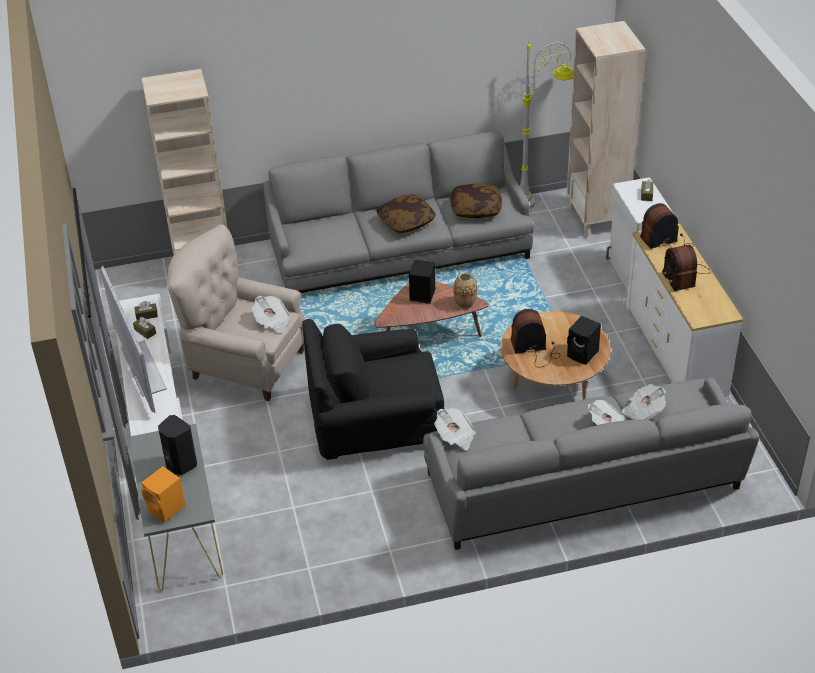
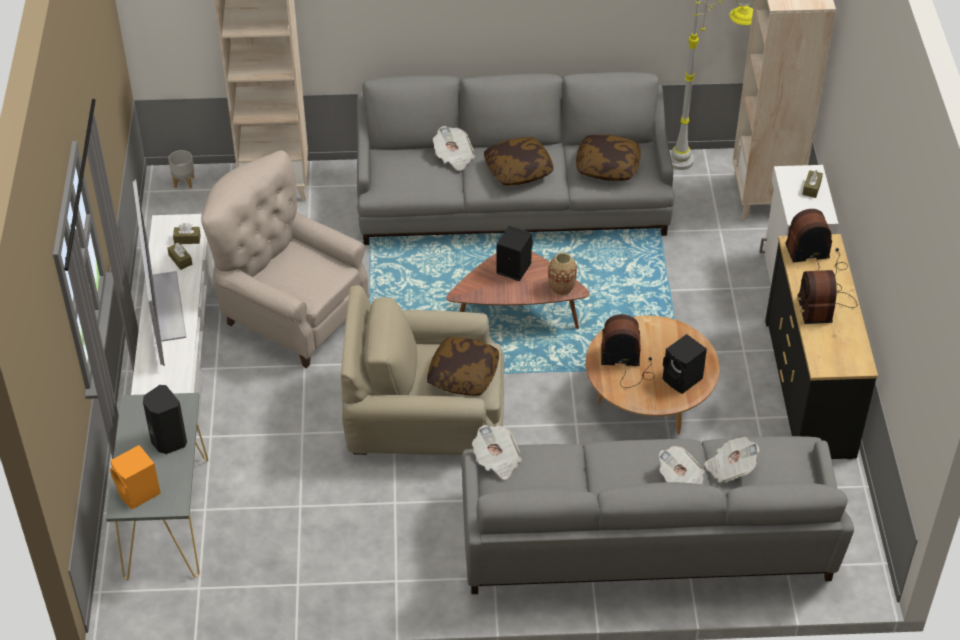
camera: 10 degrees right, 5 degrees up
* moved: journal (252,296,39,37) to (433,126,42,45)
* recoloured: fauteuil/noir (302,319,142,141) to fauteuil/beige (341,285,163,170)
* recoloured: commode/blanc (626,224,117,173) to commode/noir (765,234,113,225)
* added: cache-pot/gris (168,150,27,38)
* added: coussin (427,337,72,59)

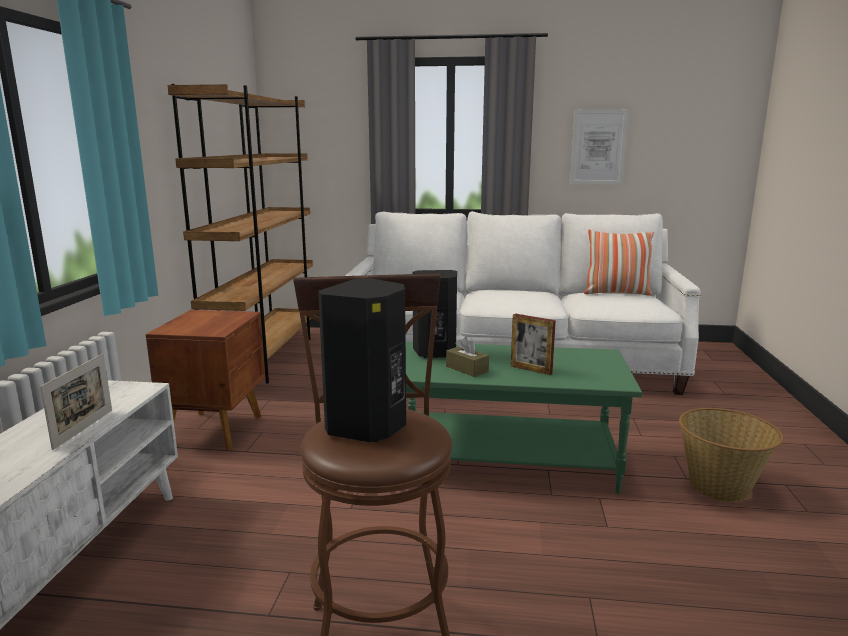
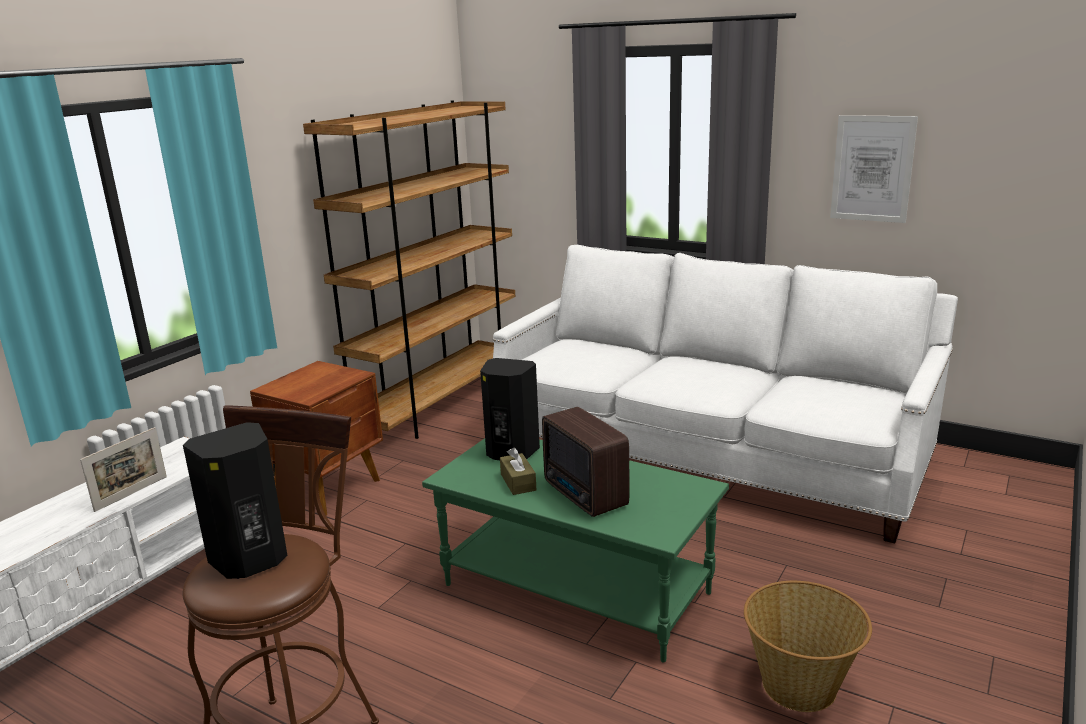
camera: 25 degrees right, 5 degrees up
* replaced: cadre photo (511,313,45,62) to radio (542,407,87,110)
* removed: coussin (584,229,70,67)

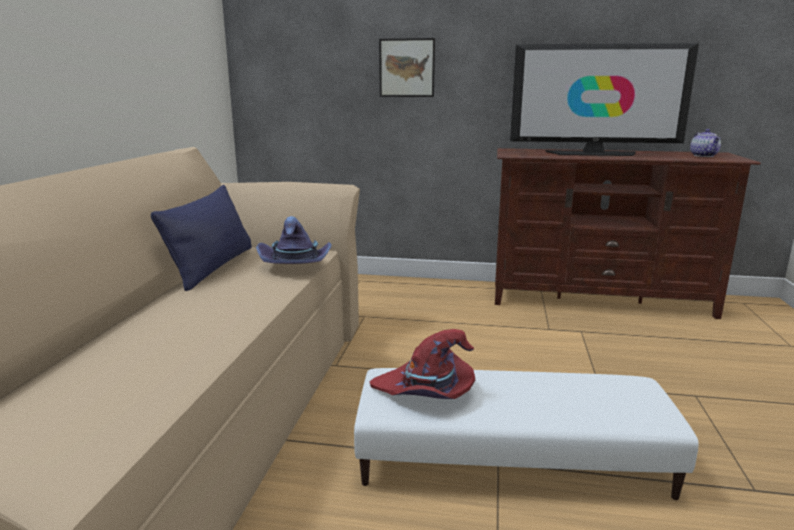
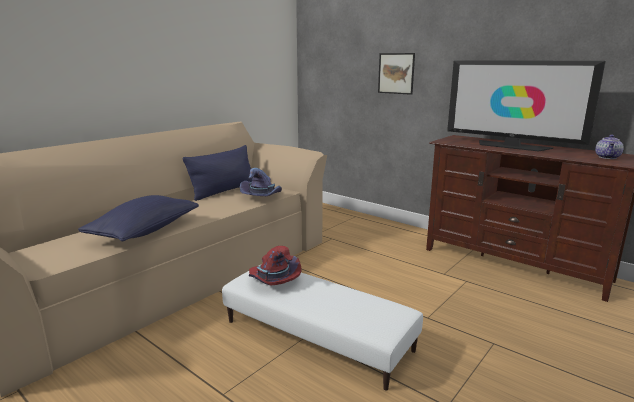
camera: 30 degrees right, 0 degrees up
* added: coussin/bleu (78,195,121,46)

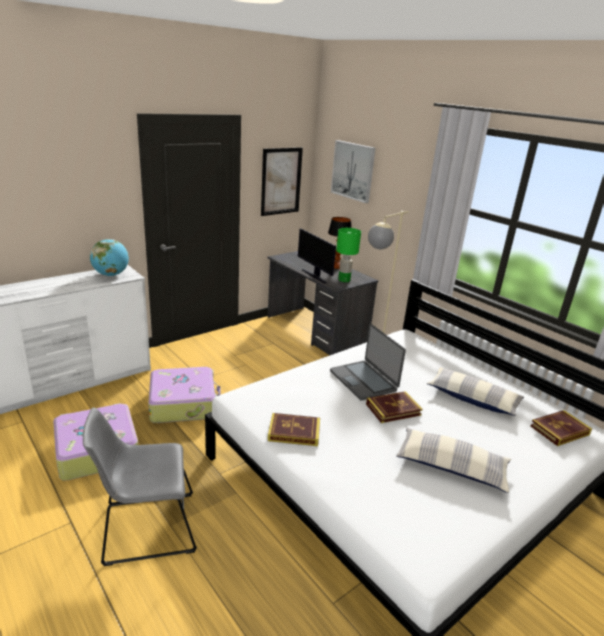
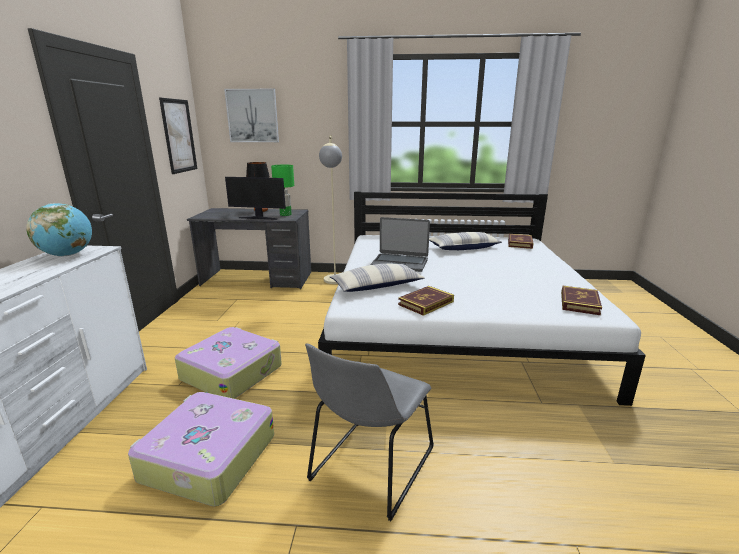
camera: 45 degrees left, 5 degrees down
* moved: livre (366,391,57,32) to (561,286,41,29)
* moved: coussin (396,428,115,65) to (330,264,95,28)

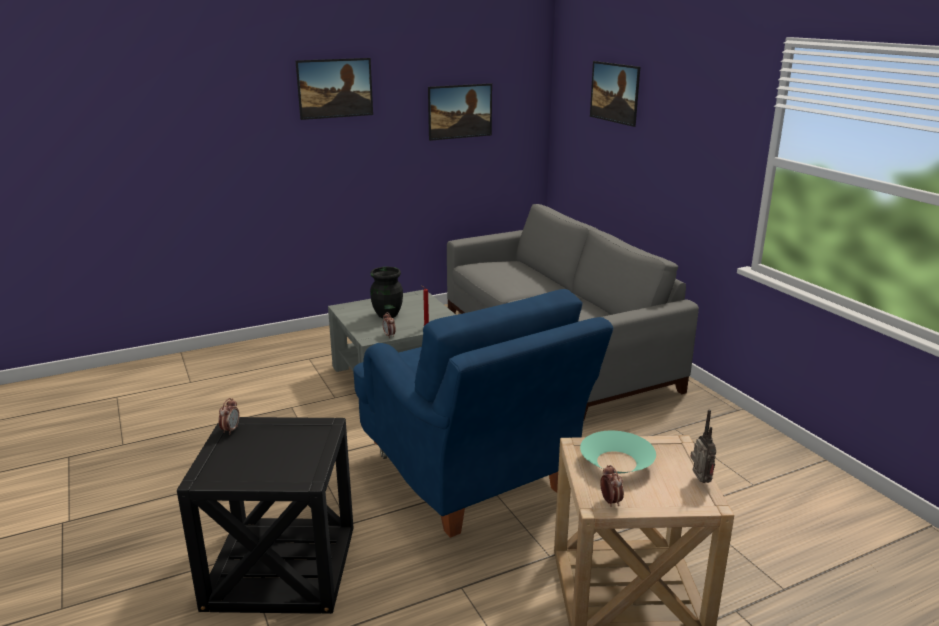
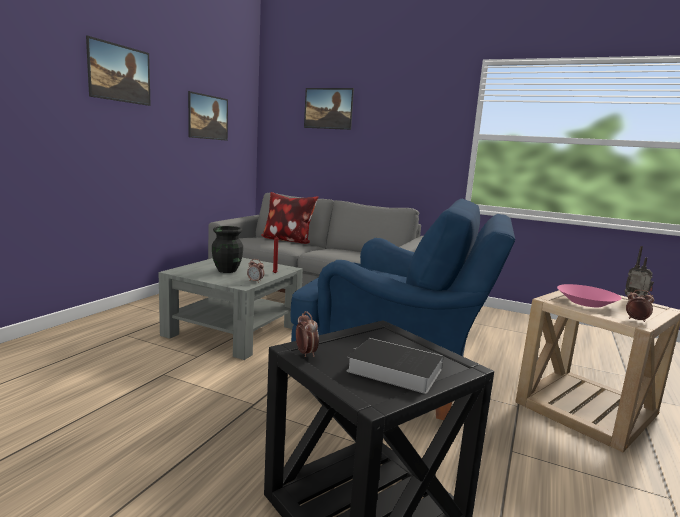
camera: 40 degrees left, 10 degrees down
* recoloured: bol/turquoise (580,431,76,42) to bol/rose (557,284,64,23)
* added: coussin (261,192,57,52)
* added: livre (347,338,97,56)

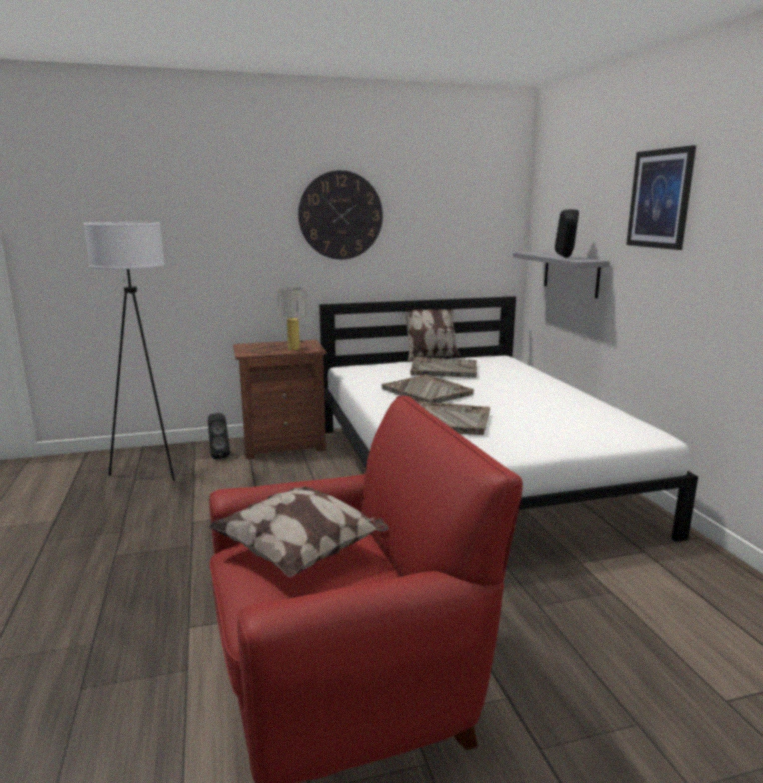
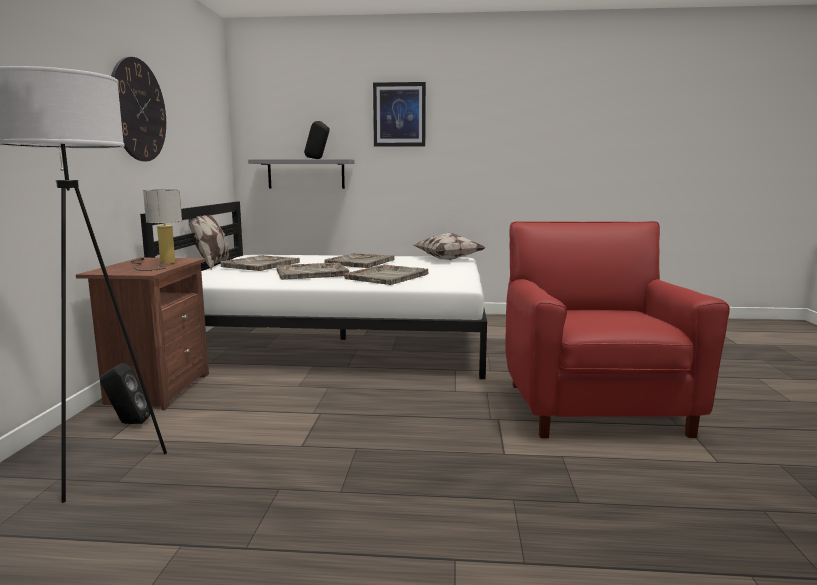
camera: 70 degrees left, 5 degrees down
* moved: coussin (207,487,182,90) to (414,233,71,27)
* added: plateau/gris (325,253,69,15)

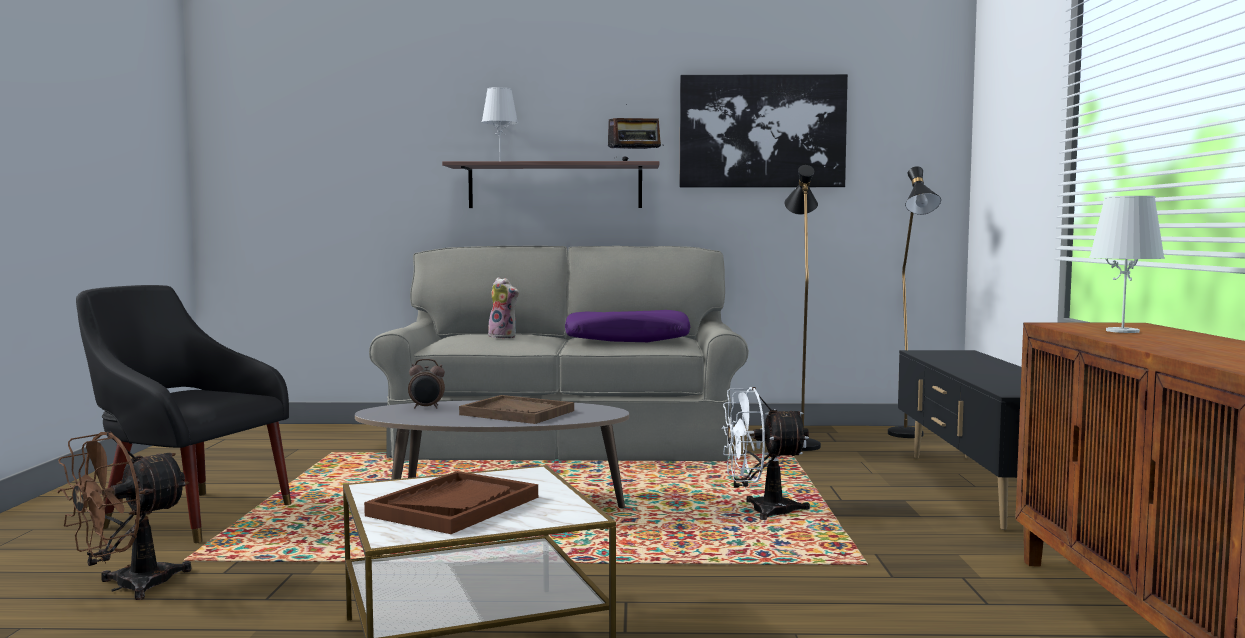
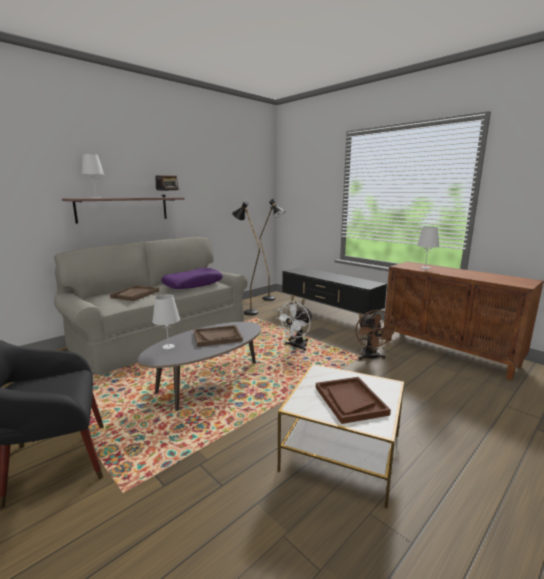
camera: 45 degrees left, 10 degrees up
* moved: ventilateur/marron (57,432,135,168) to (356,310,42,50)
* replaced: réveil (408,359,37,50) to lampe de table/blanc (152,294,28,56)
* replaced: peluche (487,277,32,61) to plateau/marron (110,285,49,16)
* removed: tableau (680,74,168,113)

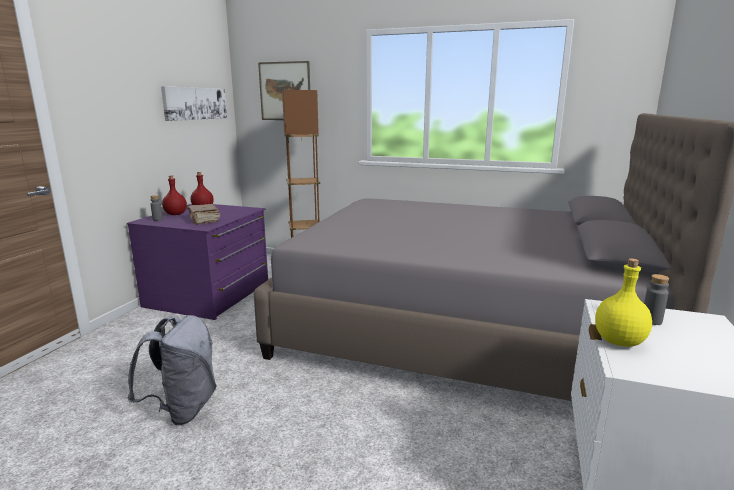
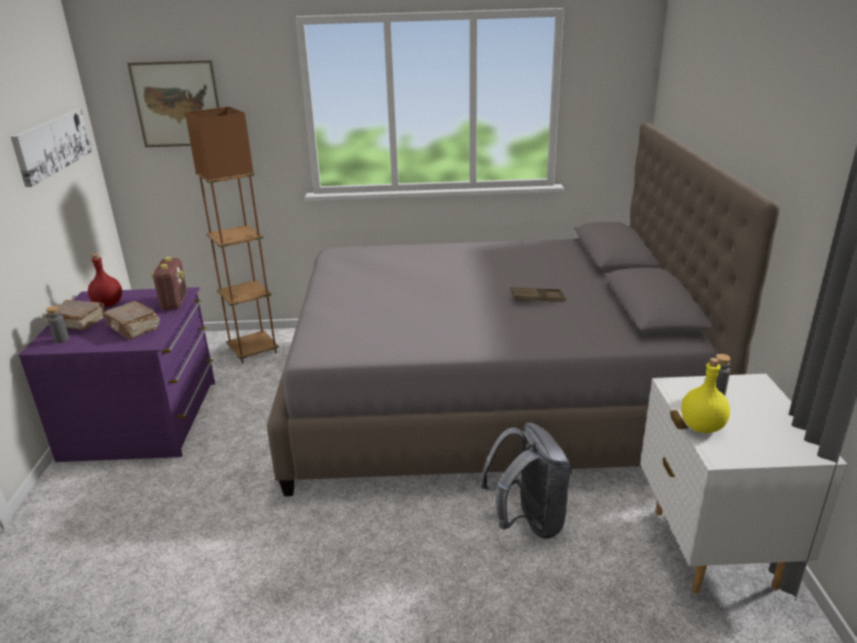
camera: 20 degrees left, 10 degrees up
* moved: sac à dos/gris (128,315,88,110) to (480,422,92,117)
* replaced: bouteille/rouge (162,175,25,40) to livre/marron (45,300,59,30)
* added: radio (151,257,36,53)
* added: plateau/marron (510,287,56,15)

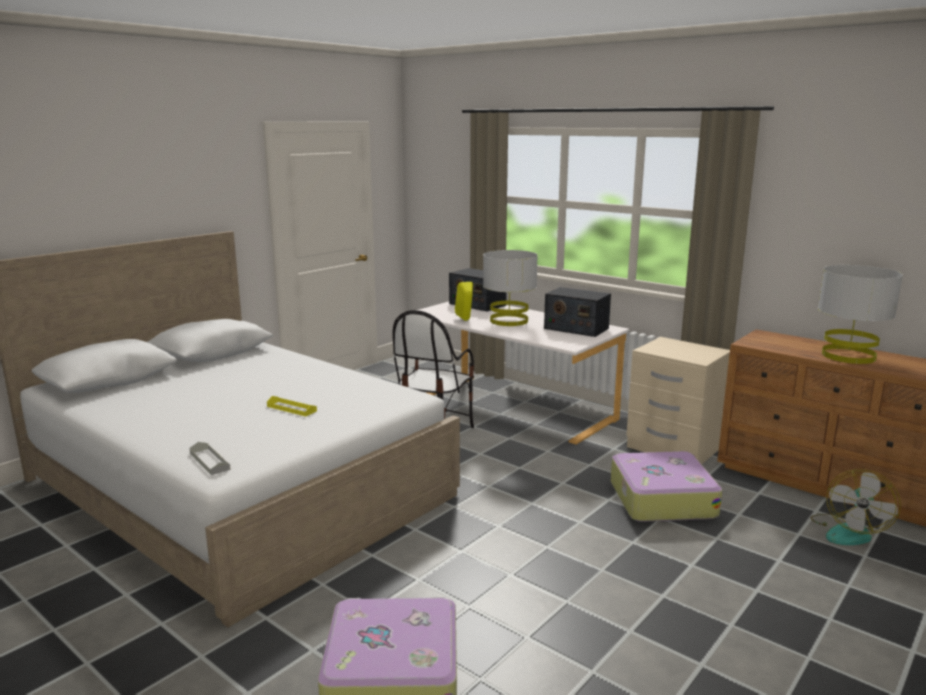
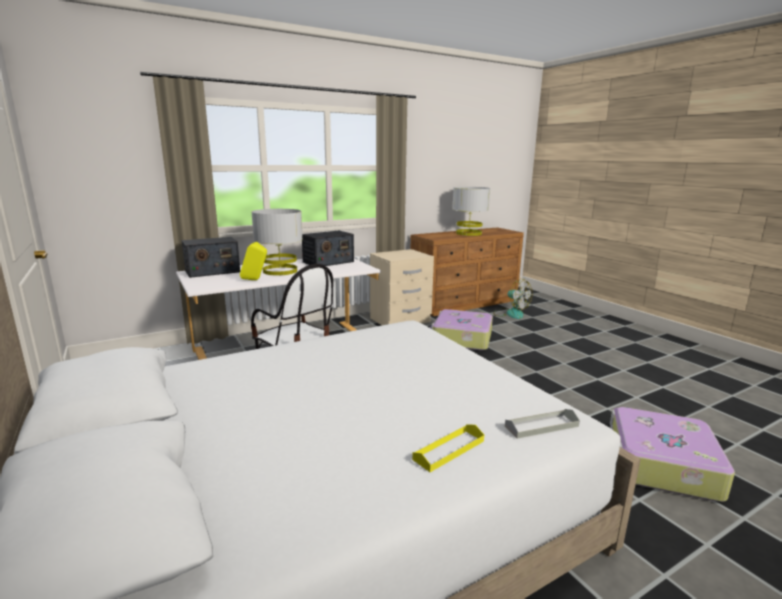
camera: 70 degrees left, 0 degrees up
* moved: plateau/jaune (267,396,50,20) to (412,424,72,48)

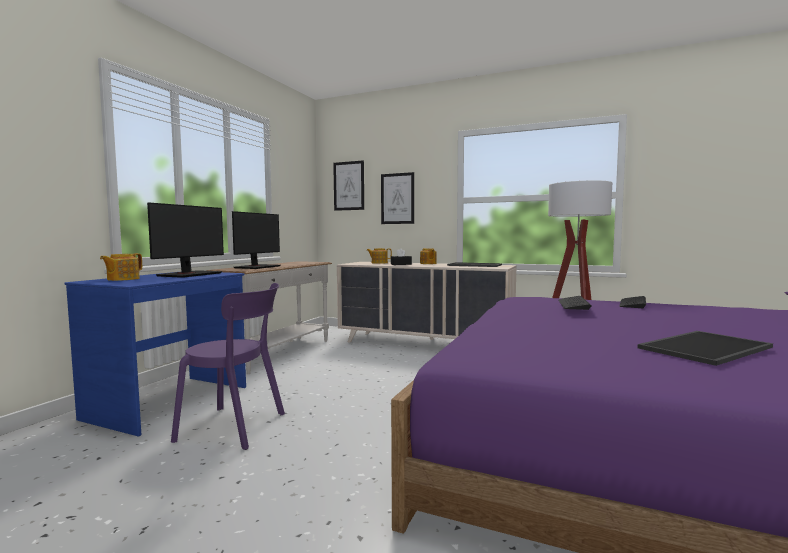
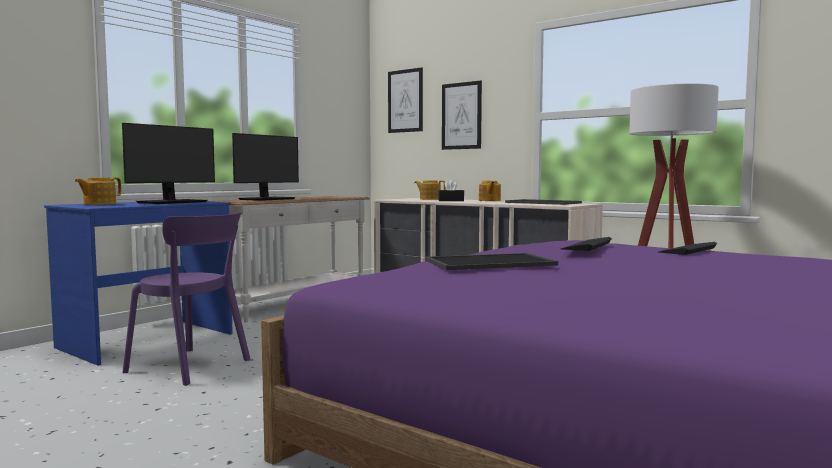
camera: 15 degrees right, 0 degrees up
* moved: plateau (638,331,135,35) to (426,253,132,17)

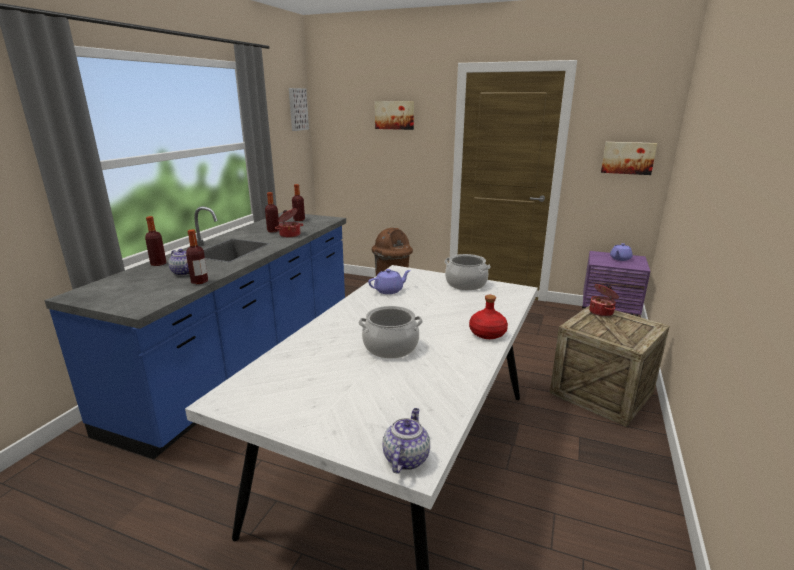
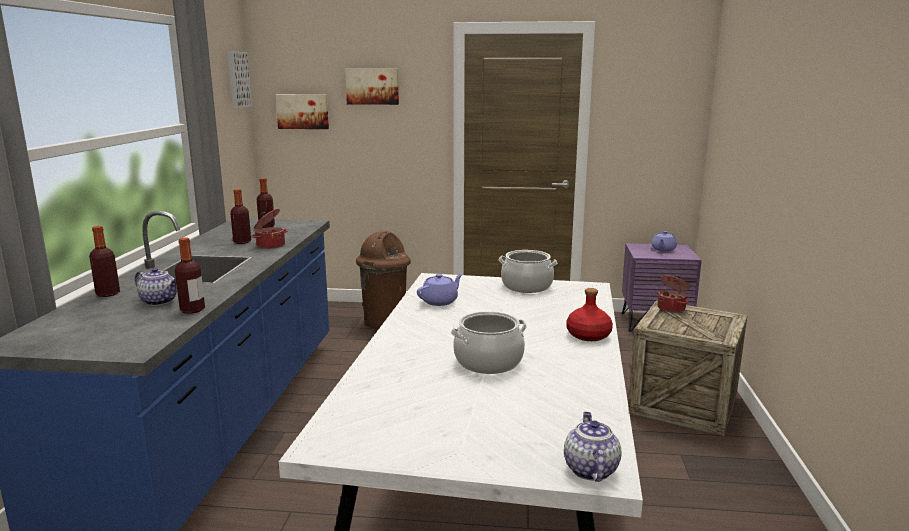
camera: 15 degrees left, 5 degrees down
* moved: tableau (601,142,56,33) to (276,94,53,35)

